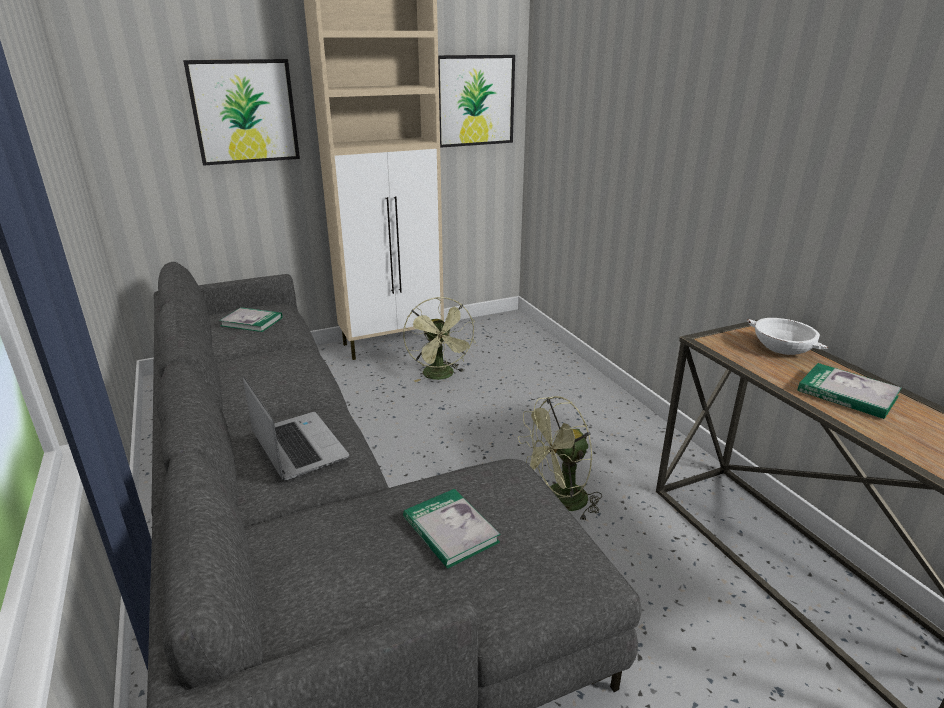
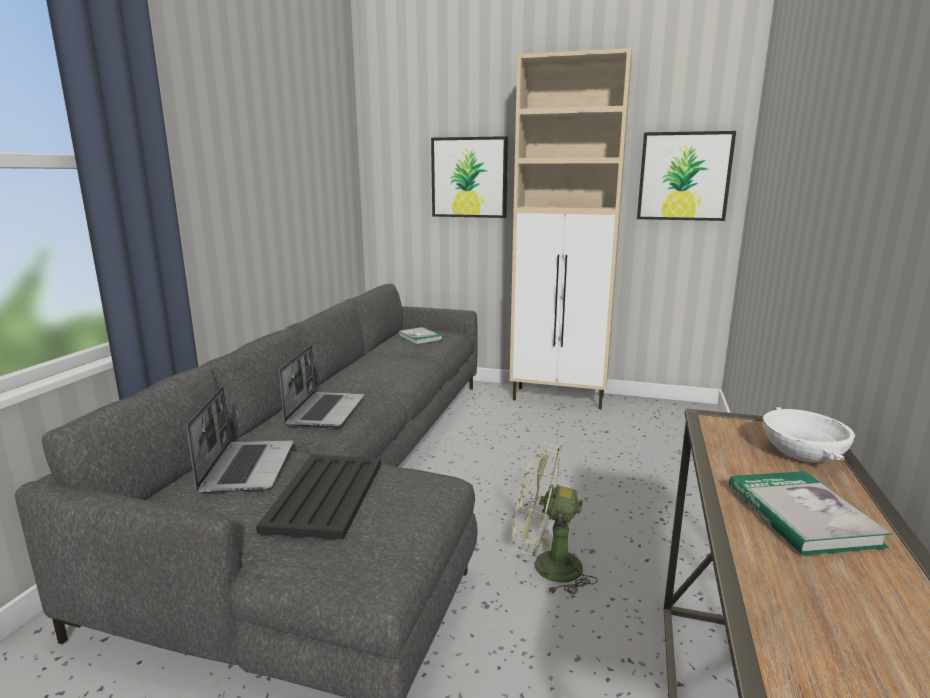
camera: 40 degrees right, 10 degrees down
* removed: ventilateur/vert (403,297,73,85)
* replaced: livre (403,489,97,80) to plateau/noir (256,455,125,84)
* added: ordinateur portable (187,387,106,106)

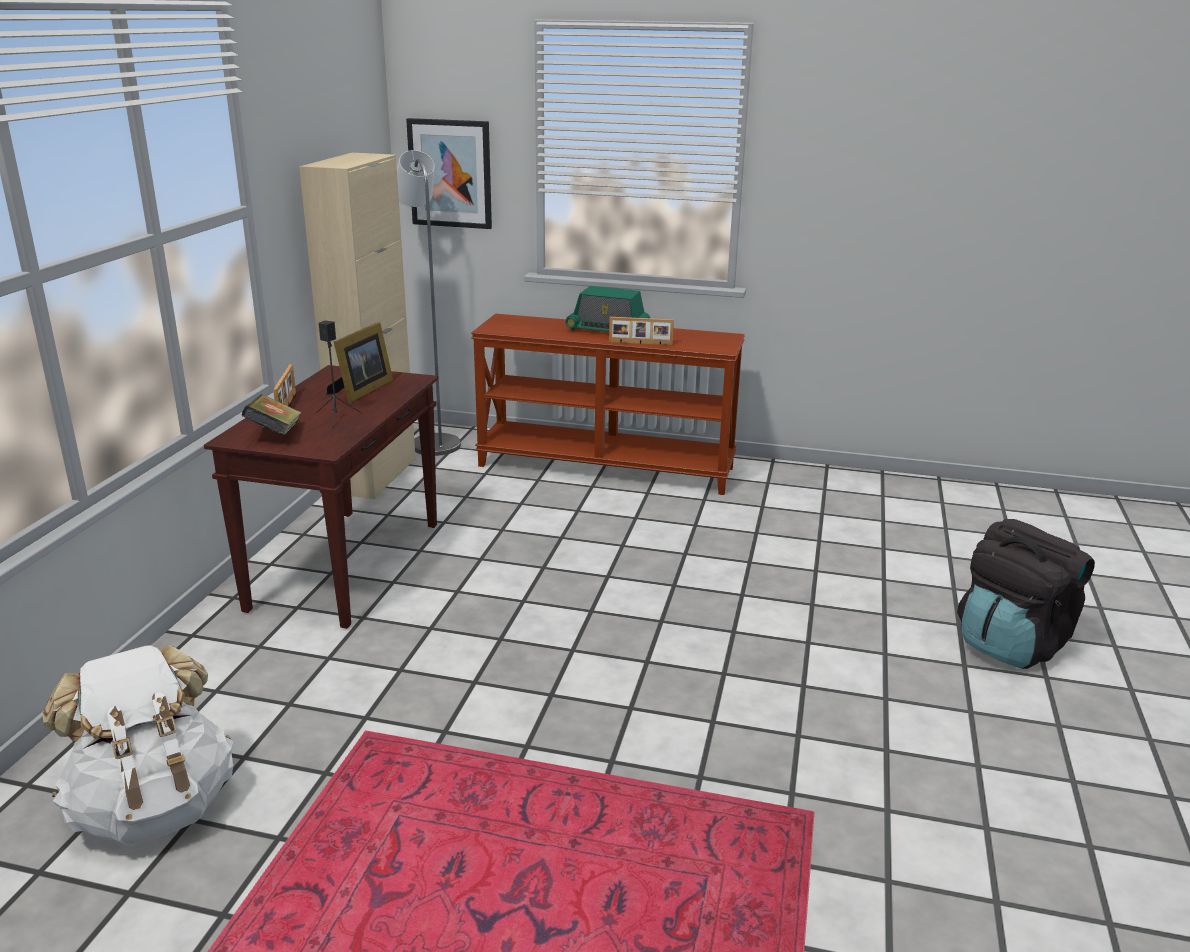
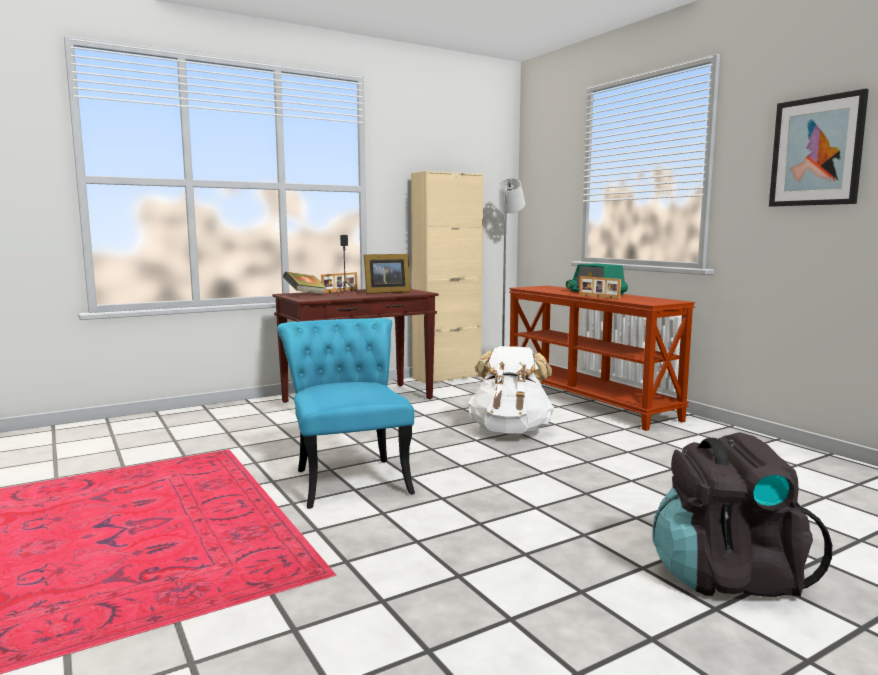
camera: 45 degrees right, 15 degrees down
* moved: sac à dos/blanc (43,644,190,201) to (468,346,86,88)
* moved: tableau (406,118,86,111) to (769,89,100,118)
* added: chaise/turquoise (277,318,138,191)

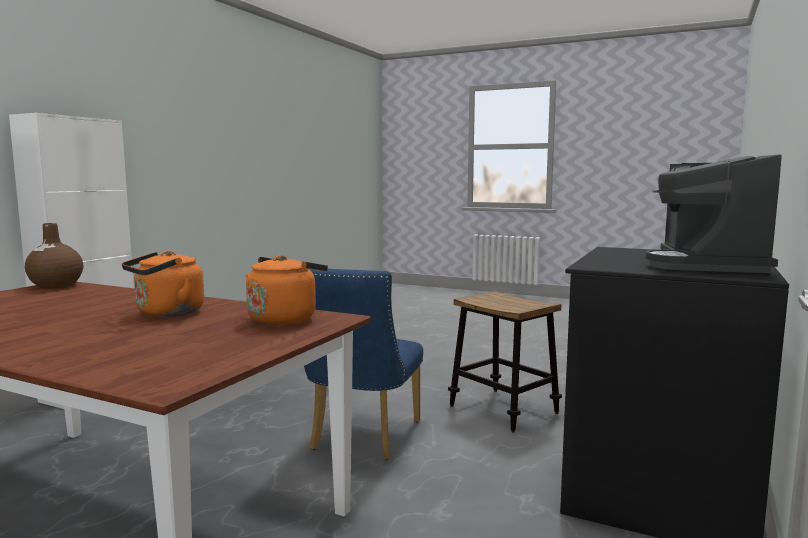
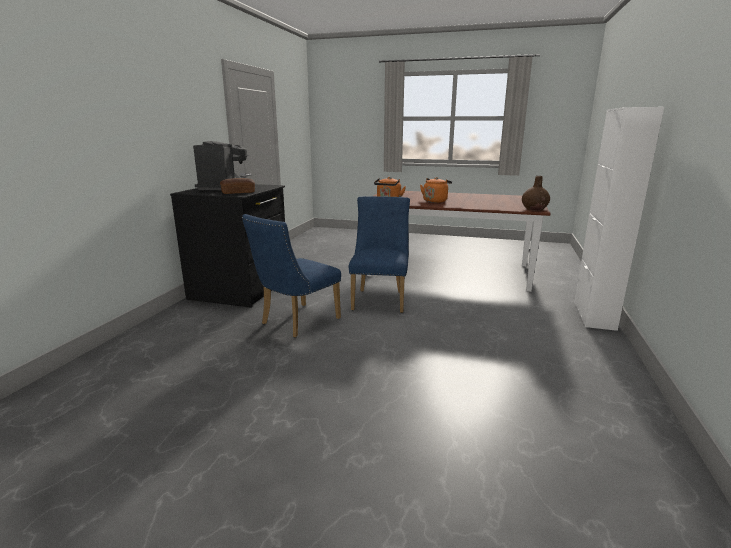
camera: 170 degrees right, 10 degrees up
* replaced: tabouret (448,291,114,142) to chaise/bleu (242,214,99,124)
* added: pain (220,178,35,16)

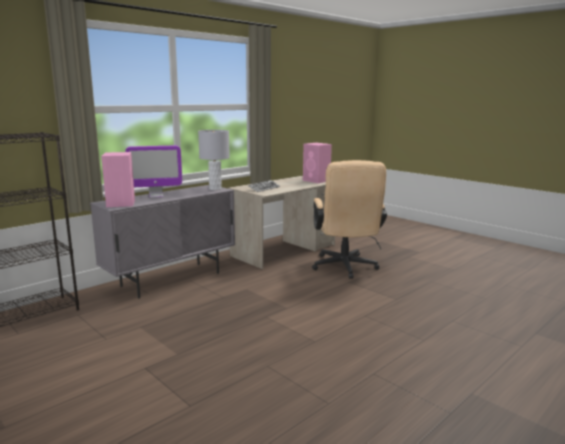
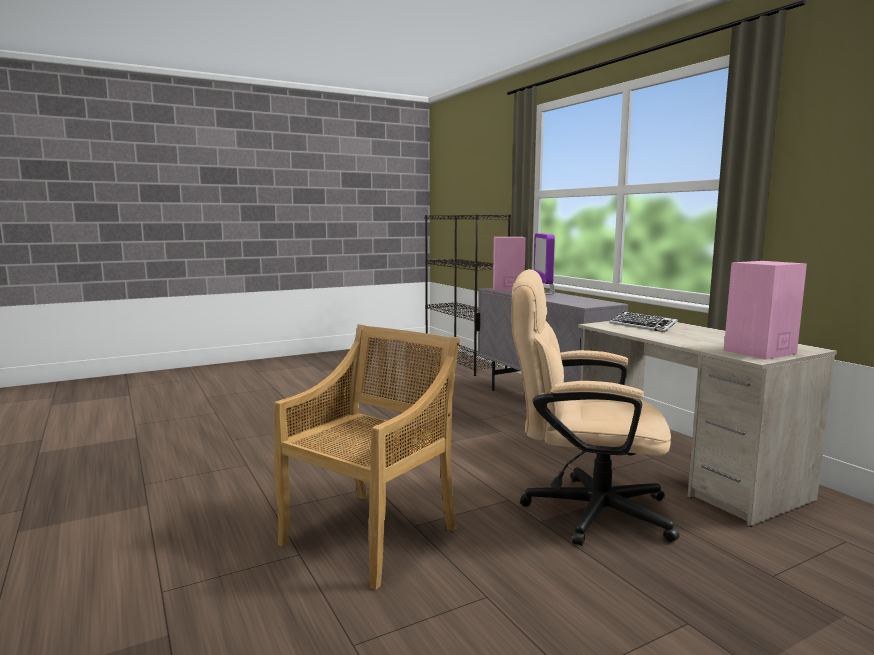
camera: 105 degrees right, 5 degrees down
* removed: lampe de table/gris (198,130,32,60)
* added: chaise/beige (274,324,186,266)

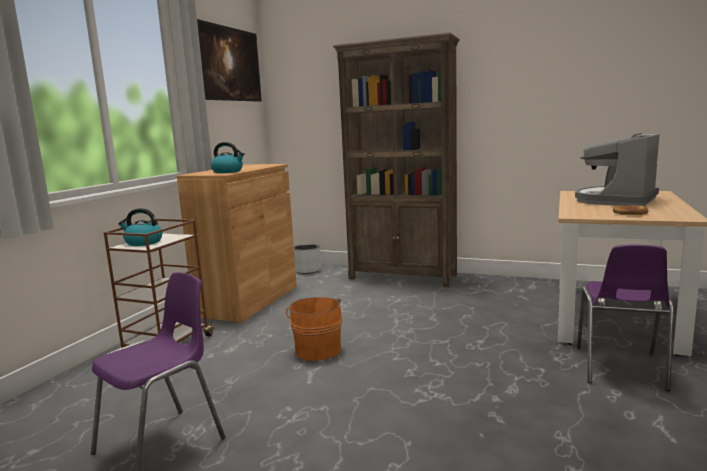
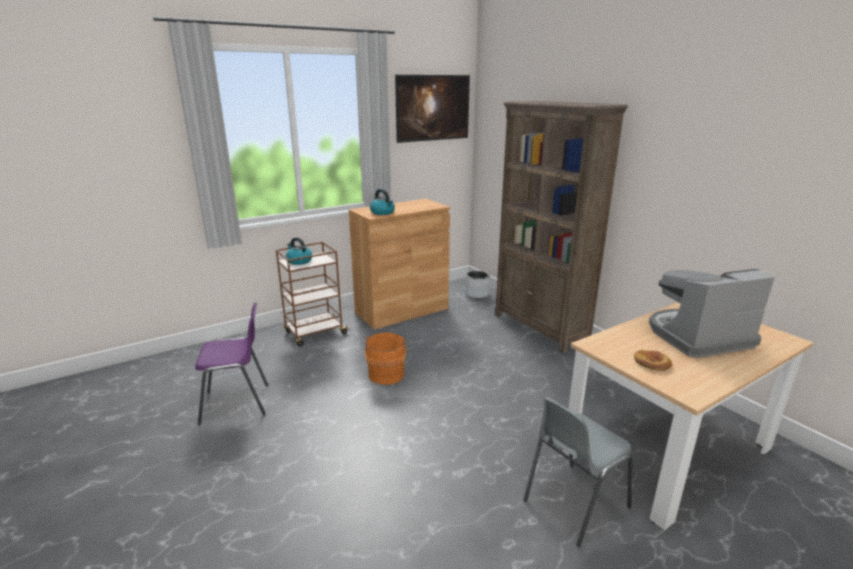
camera: 35 degrees right, 10 degrees up
* recoloured: chaise/violet (577,245,97,146) to chaise/gris (523,397,110,150)

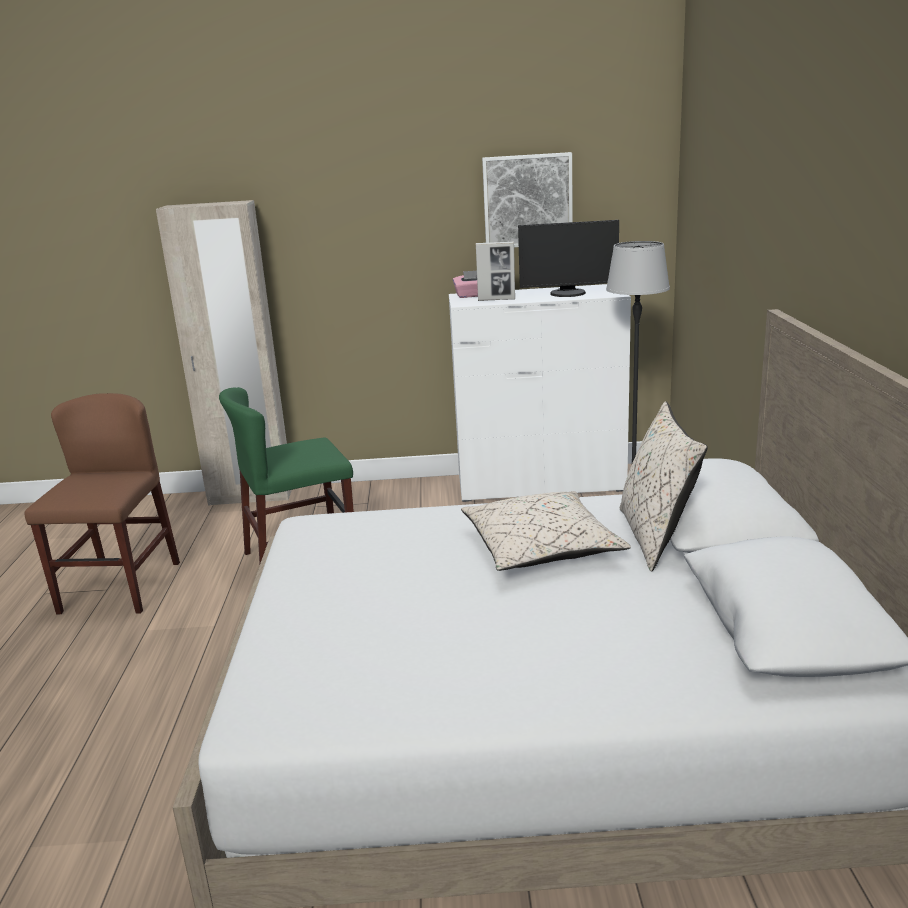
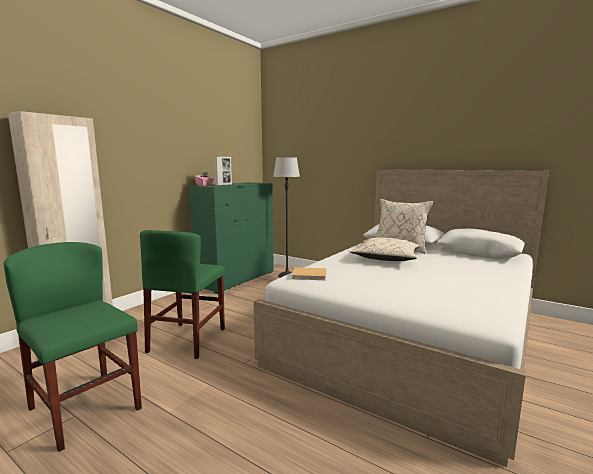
camera: 55 degrees left, 10 degrees down
* recoloured: chaise/marron (25,393,155,221) to chaise/vert (3,242,139,210)
* recoloured: commode/blanc (449,284,182,218) to commode/vert (189,182,85,112)
* removed: tableau (482,152,91,95)
* removed: écran d'ordinateur (518,220,101,77)
* added: livre/beige (292,267,35,13)

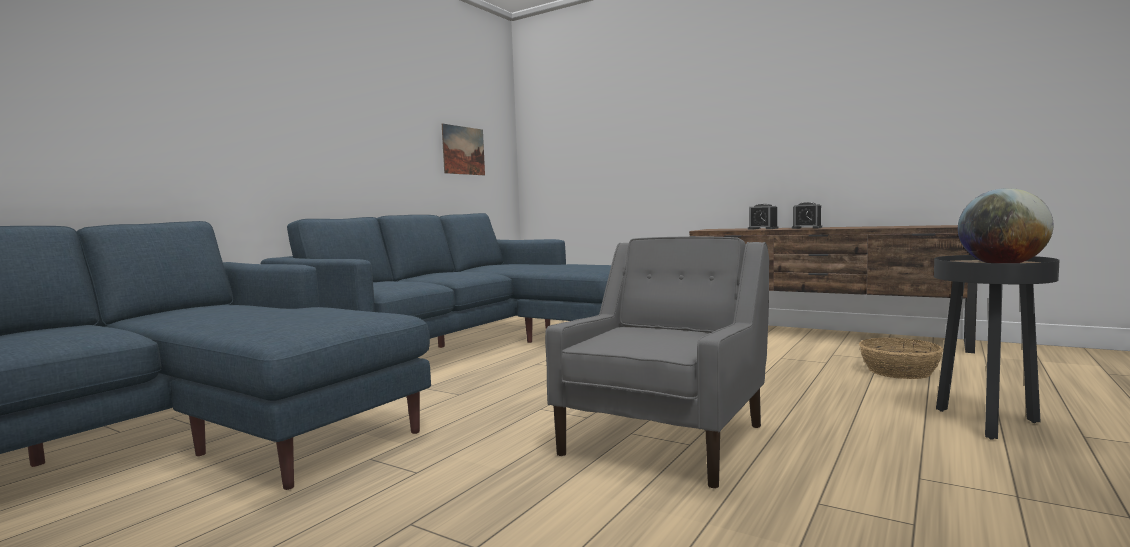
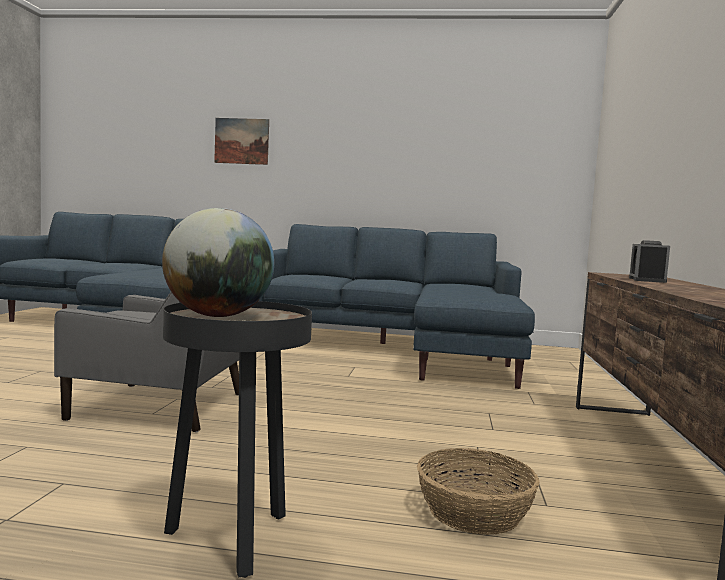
camera: 65 degrees right, 0 degrees up
* moved: tableau (442,124,43,51) to (214,118,55,47)
* removed: réveil (792,202,30,27)

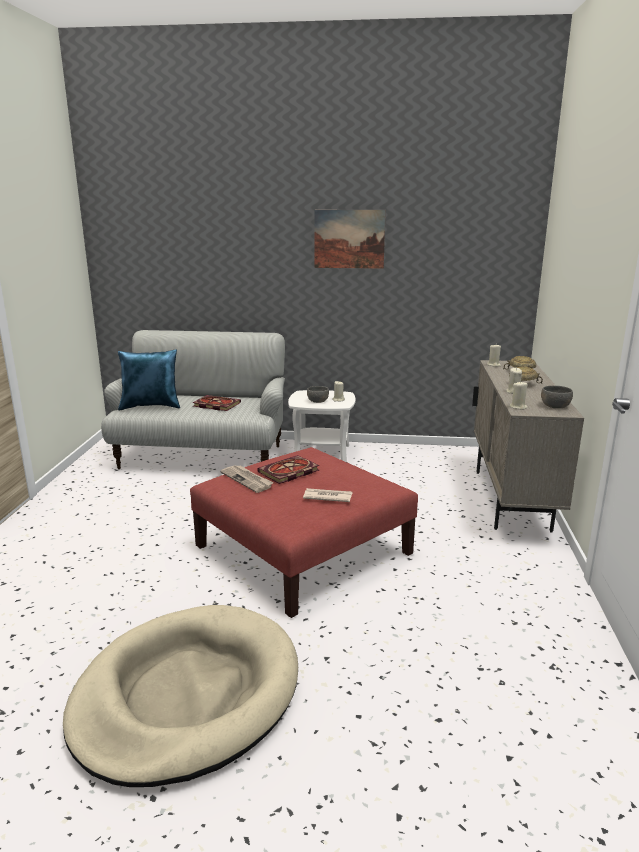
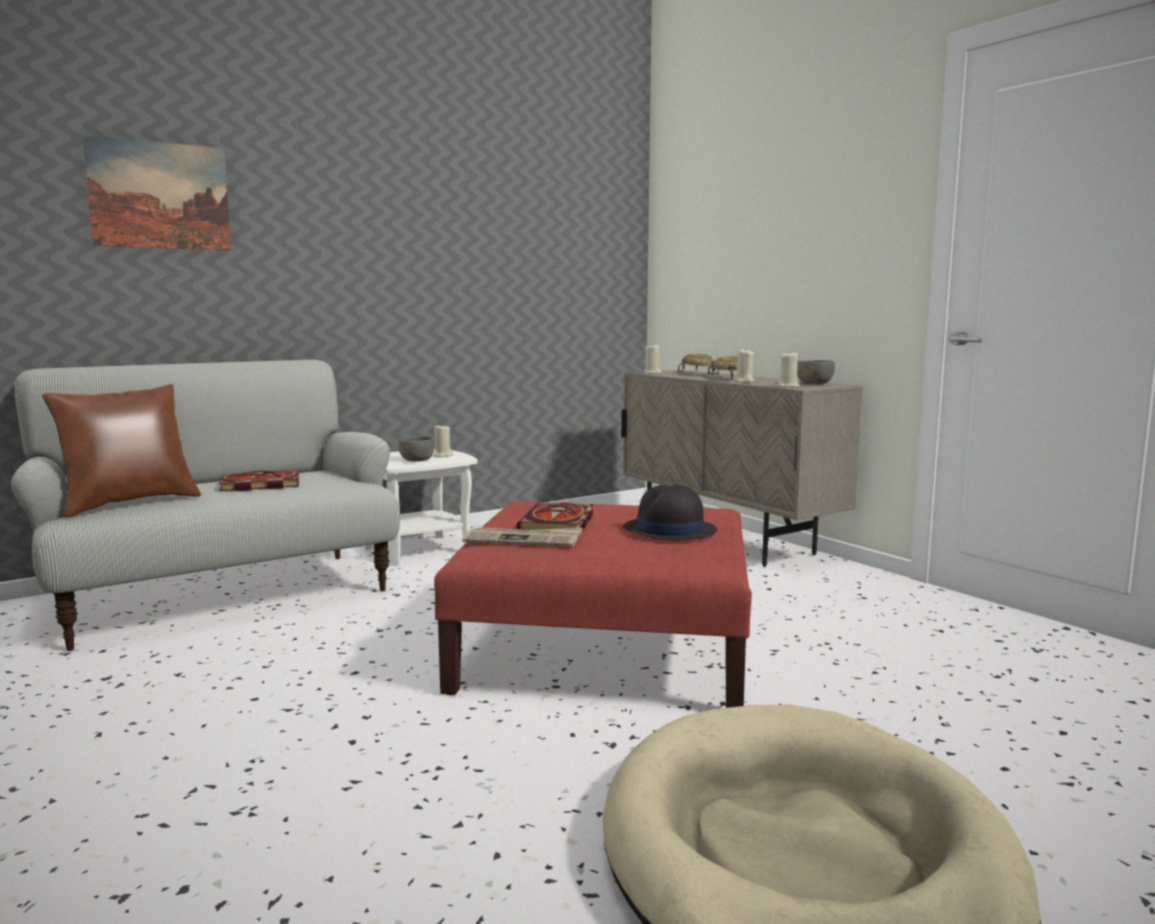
camera: 40 degrees left, 10 degrees down
* recoloured: coussin/bleu (118,349,62,61) to coussin/marron (42,384,159,133)
* replaced: journal (303,488,50,14) to chapeau/noir (623,484,94,56)
* moved: tableau (314,210,72,59) to (82,135,149,116)

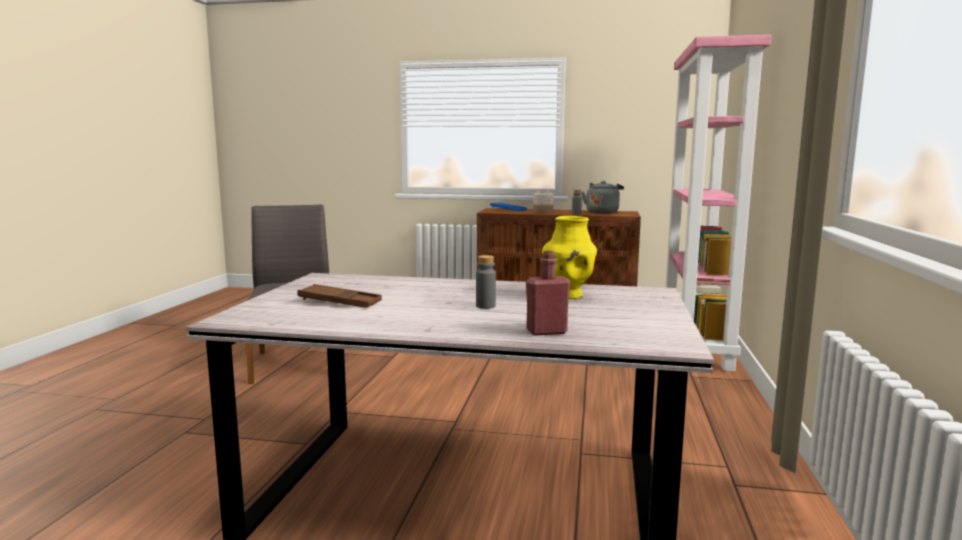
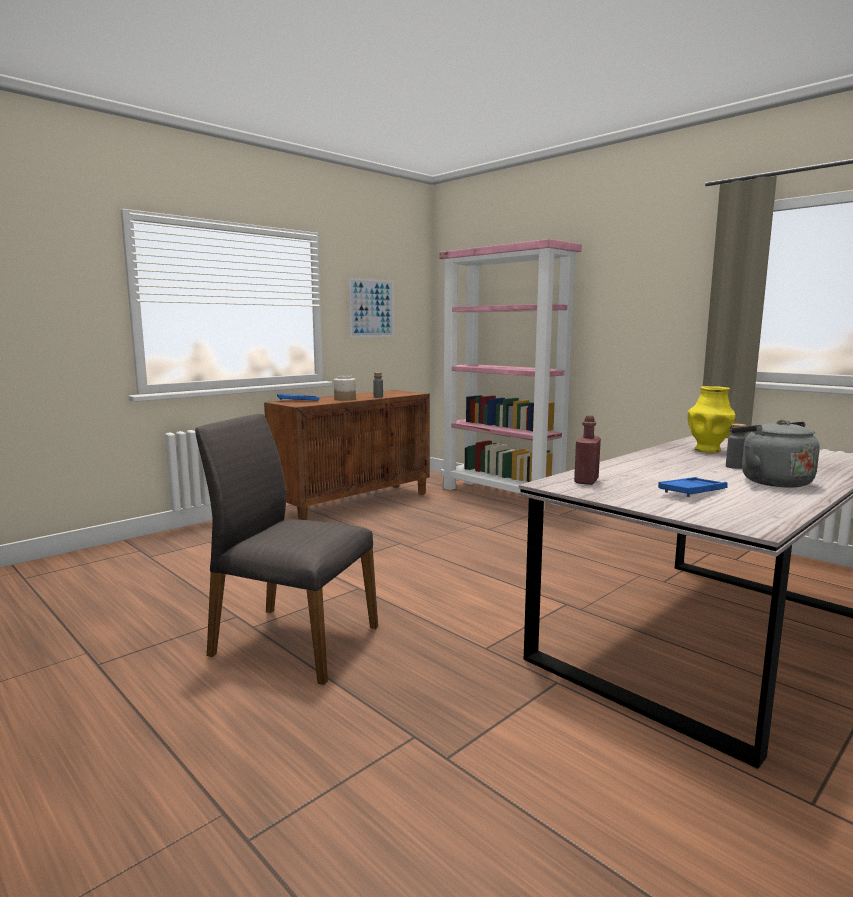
camera: 55 degrees left, 0 degrees up
* recoloured: plateau/marron (297,284,85,24) to plateau/bleu (658,477,70,20)
* moved: bouteille/rouge (526,251,44,85) to (574,415,27,70)
* moved: bouilloire/gris (581,181,43,33) to (731,419,89,69)
* added: tableau (349,278,45,59)

